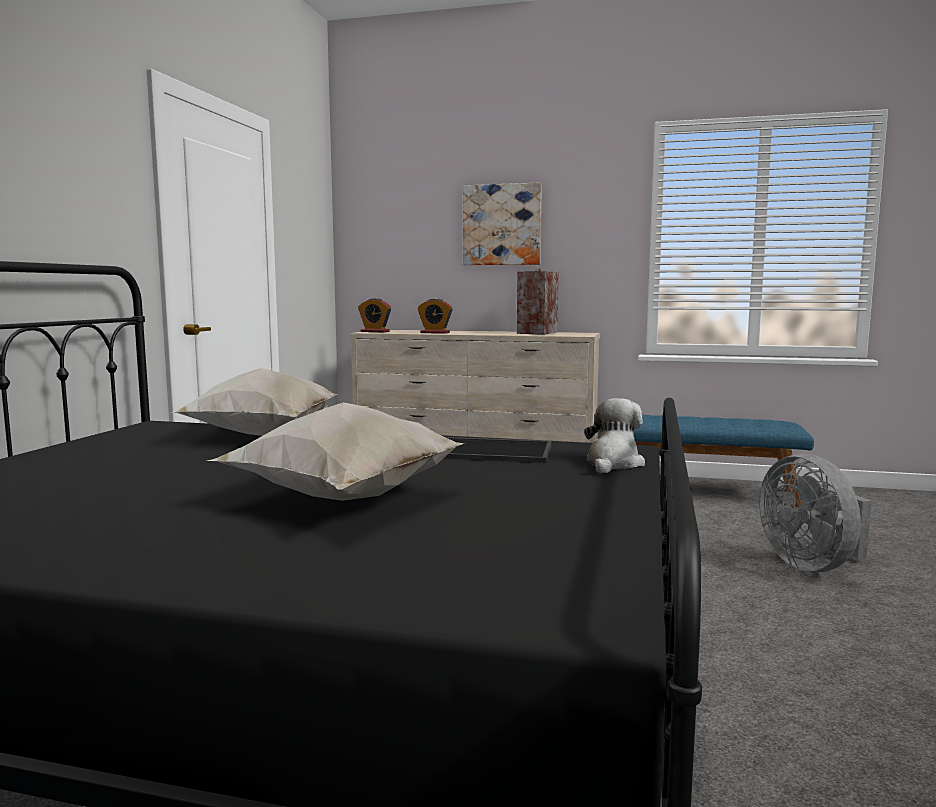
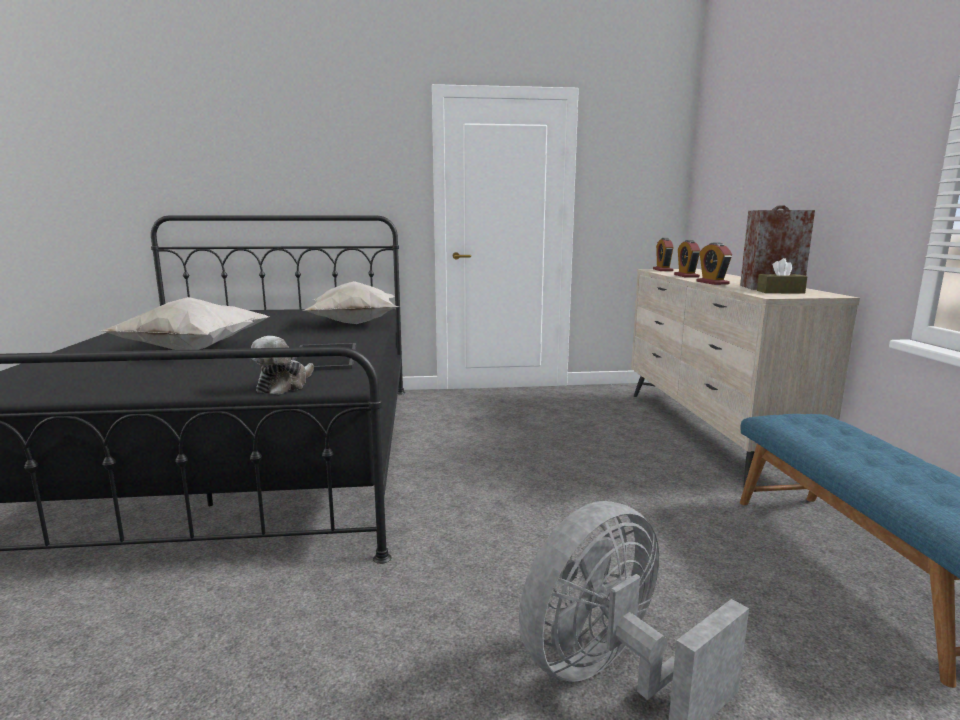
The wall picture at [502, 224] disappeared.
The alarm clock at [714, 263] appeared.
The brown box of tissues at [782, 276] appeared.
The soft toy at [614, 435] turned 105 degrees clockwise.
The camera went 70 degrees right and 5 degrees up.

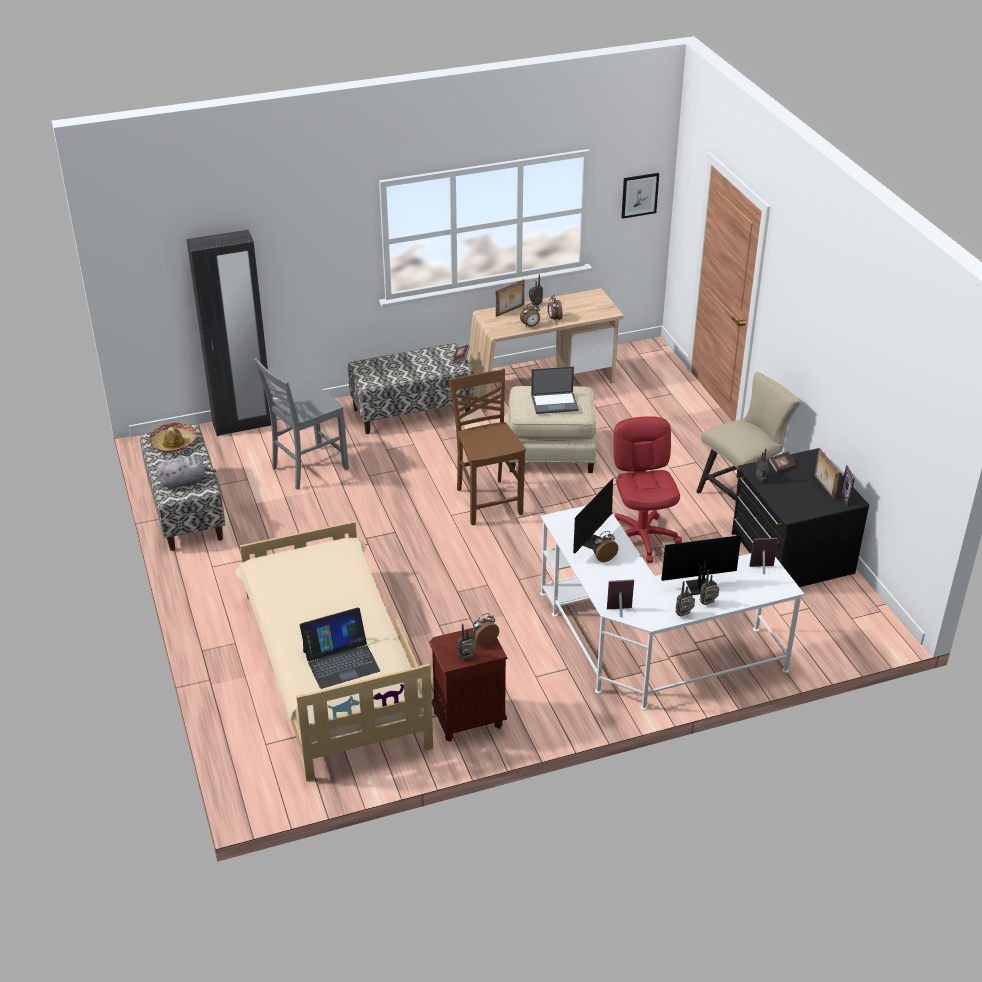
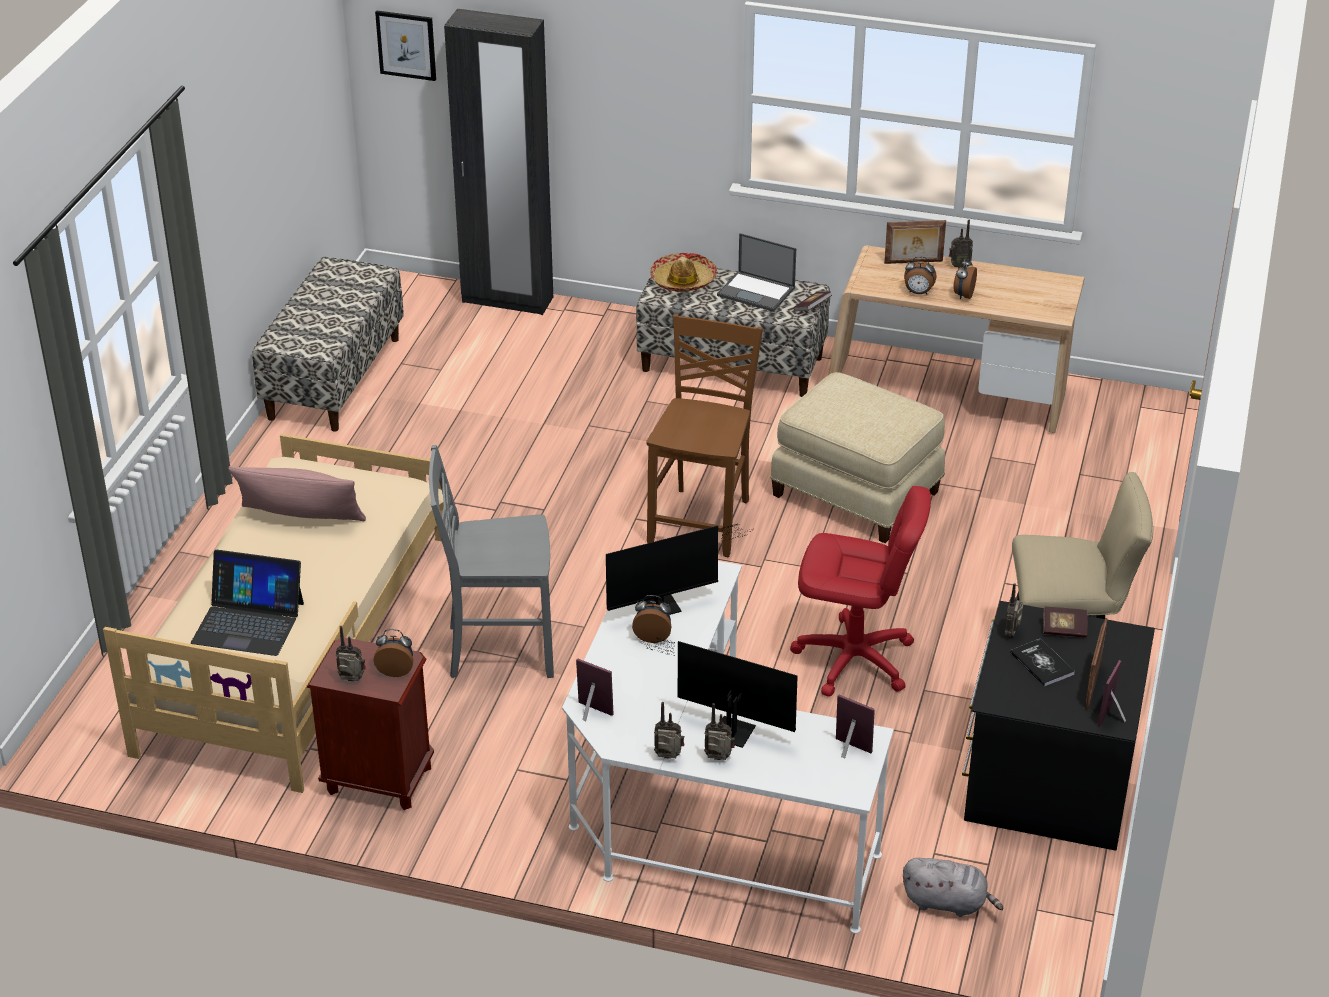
The pinkish cushion at [297, 493] appeared.
The volume at [1042, 662] appeared.
The hat moved from [173, 438] to [683, 272].
The greyish soft toy moved from [186, 473] to [953, 887].
The greyish plain chair moved from [301, 424] to [491, 561].
The laptop moved from [554, 390] to [756, 272].
The wall picture moved from [640, 196] to [405, 45].
The red-coloured computer chair at [648, 489] turned 75 degrees clockwise.
The camera went 35 degrees right and 0 degrees up.

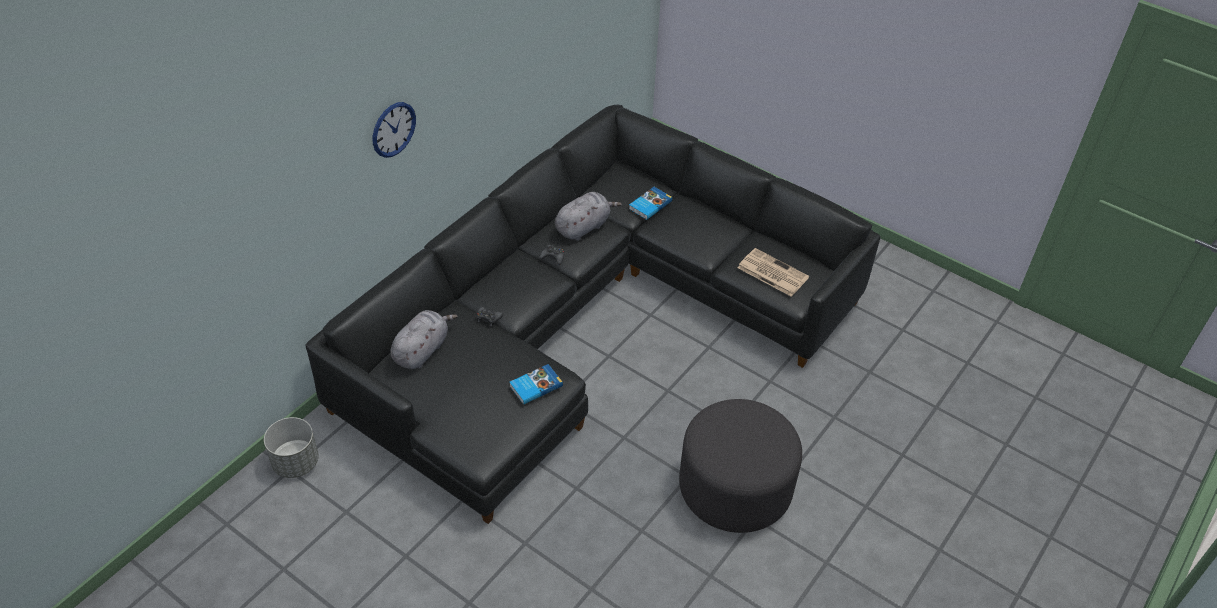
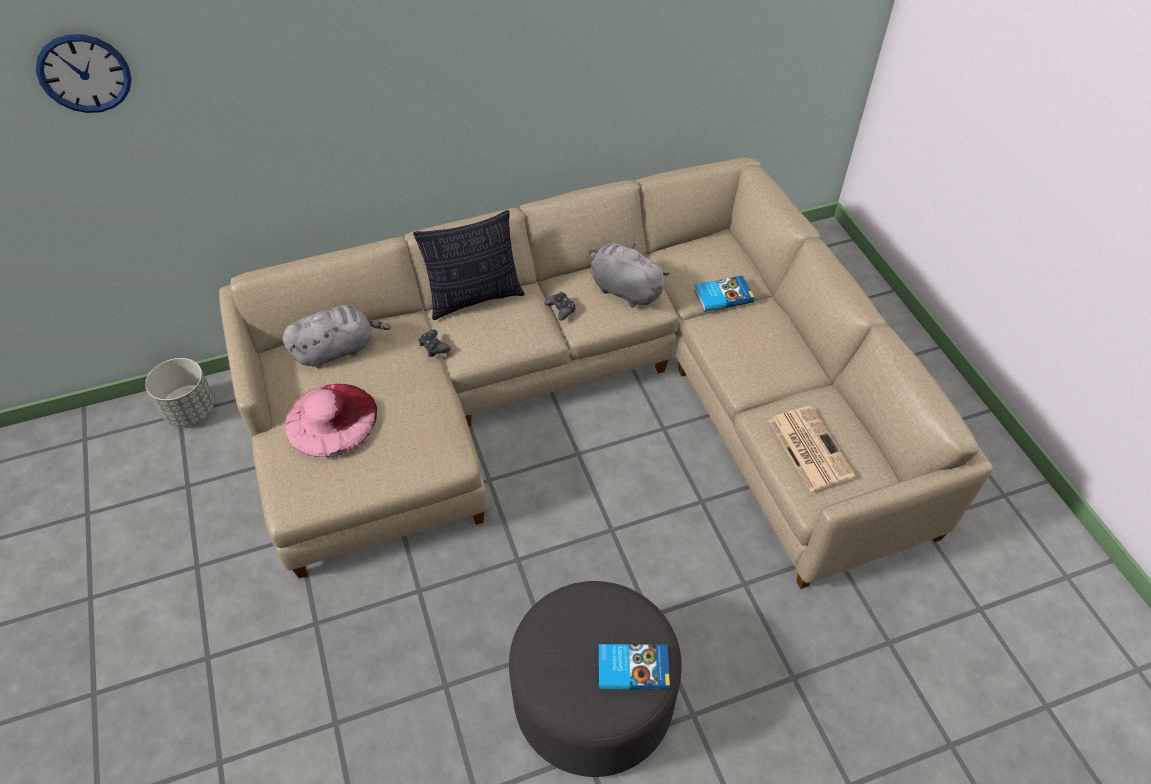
The pinkish hat at [331, 420] appeared.
The cushion at [468, 265] appeared.
The wall clock moved from [394, 130] to [84, 73].
The volume moved from [536, 384] to [634, 667].
The blackish couch at [593, 314] became the beige couch at [606, 373].
The greyish soft toy at [588, 216] turned 135 degrees counterclockwise.
The camera went 35 degrees right and 5 degrees up.

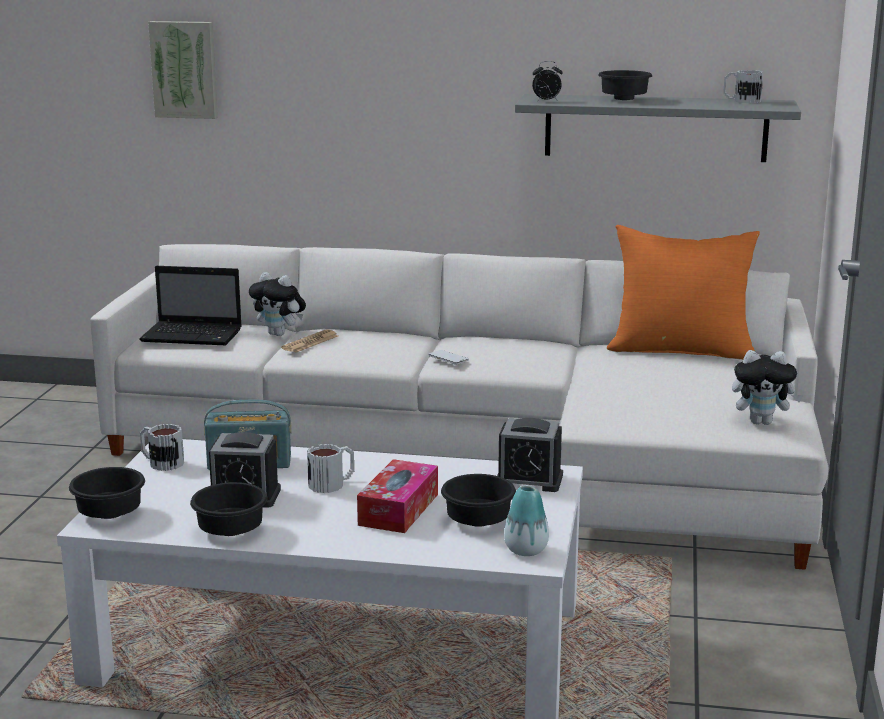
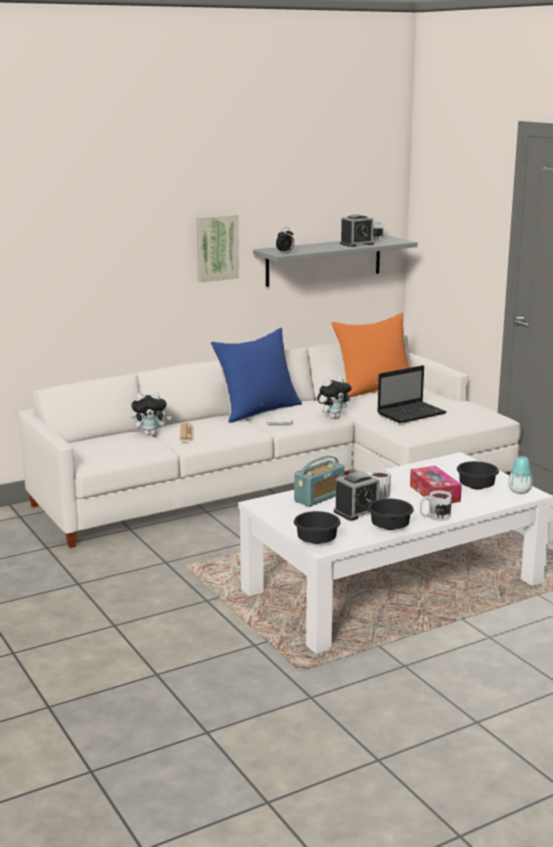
The blackish bowl at [625, 85] disappeared.
The bluish cushion at [256, 375] appeared.
The laptop moved from [190, 305] to [412, 394].
The mug moved from [162, 447] to [436, 505].
The wall picture moved from [183, 70] to [217, 248].
The alarm clock moved from [530, 455] to [357, 230].
The soft toy moved from [767, 387] to [334, 397].
The camera went 40 degrees left and 0 degrees up.

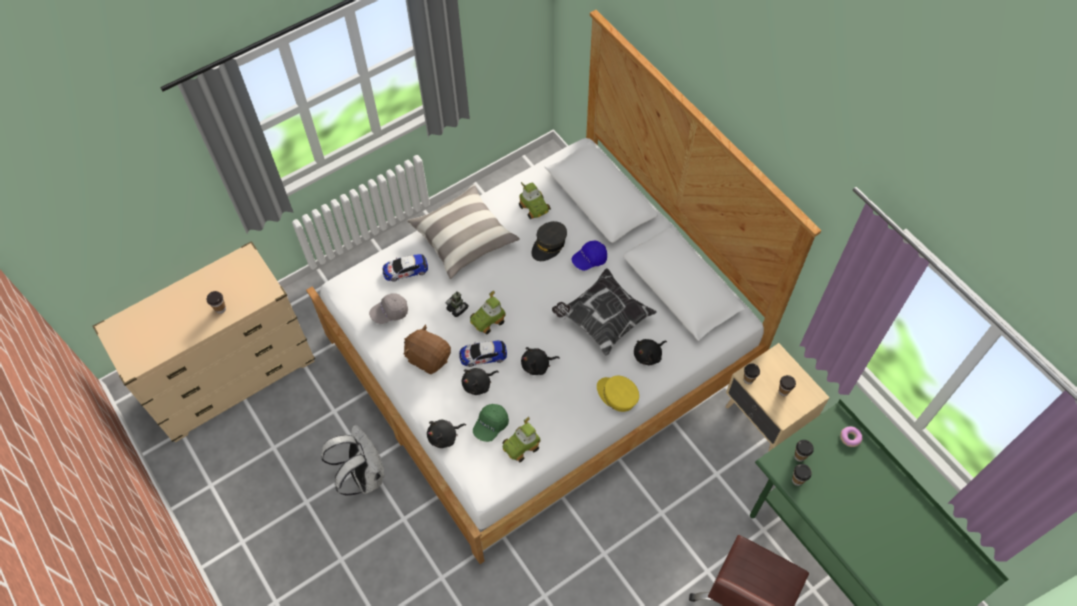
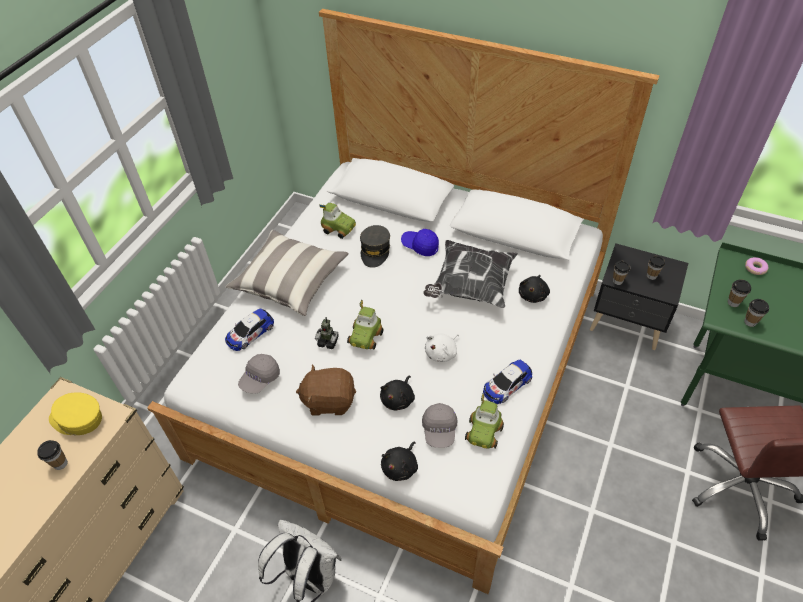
The toy car moved from [483, 353] to [507, 382].
The yellow-coloured peaked cap moved from [618, 394] to [75, 414].
The green-coloured peaked cap at [491, 423] became the greyish peaked cap at [439, 425].
The blackish soft toy at [540, 361] became the whitish soft toy at [442, 348].
The beige nightstand at [778, 397] became the blackish nightstand at [639, 296].
The bluish peaked cap at [589, 255] turned 90 degrees clockwise.
The camera went 30 degrees left and 10 degrees down.

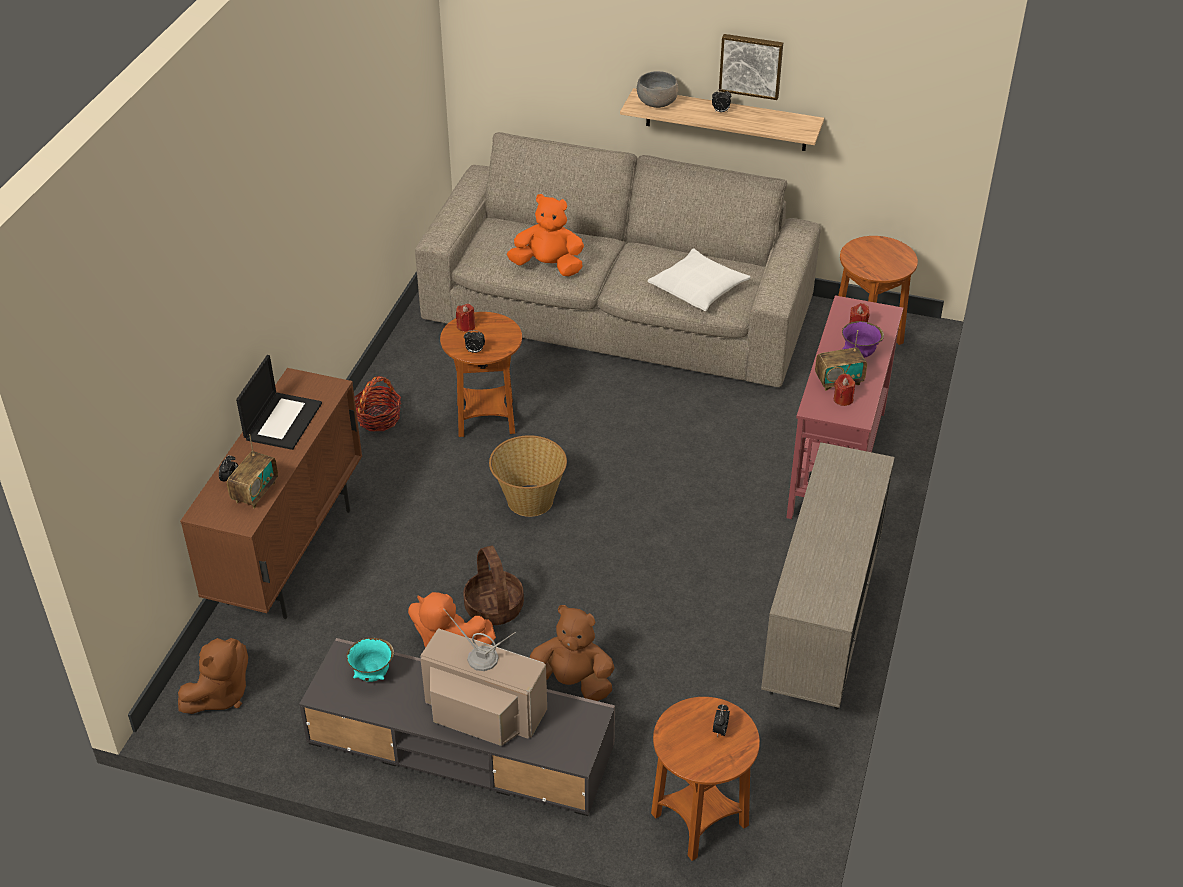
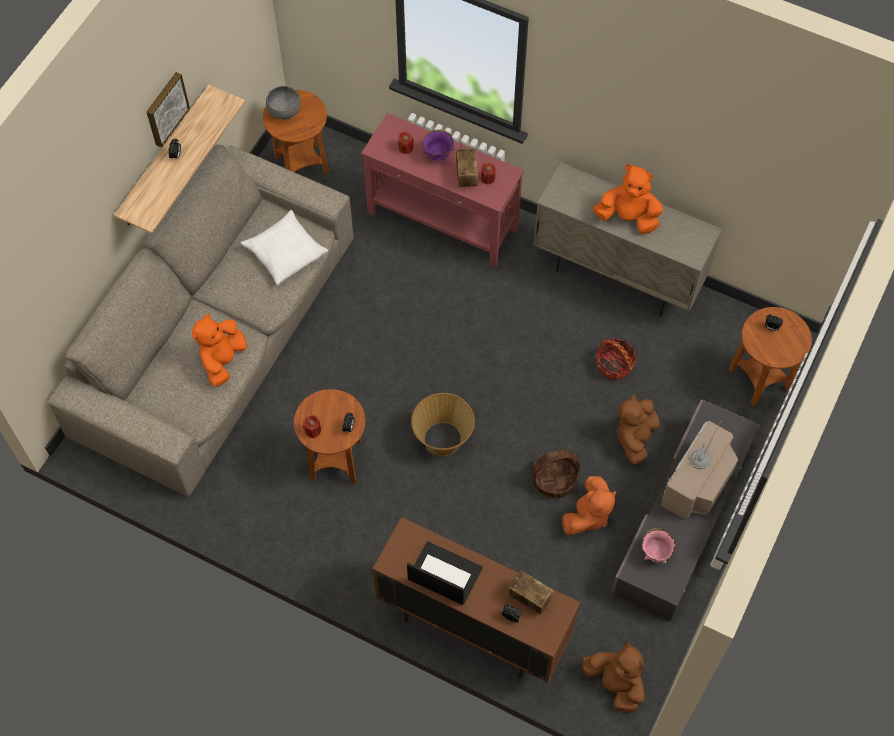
The orangey soft toy at [628, 199] appeared.
The household basket moved from [377, 403] to [616, 359].
The greyish bowl moved from [658, 89] to [283, 103].
The blue-green bowl at [370, 660] became the pinkish bowl at [659, 545].
The camera went 80 degrees left and 20 degrees up.

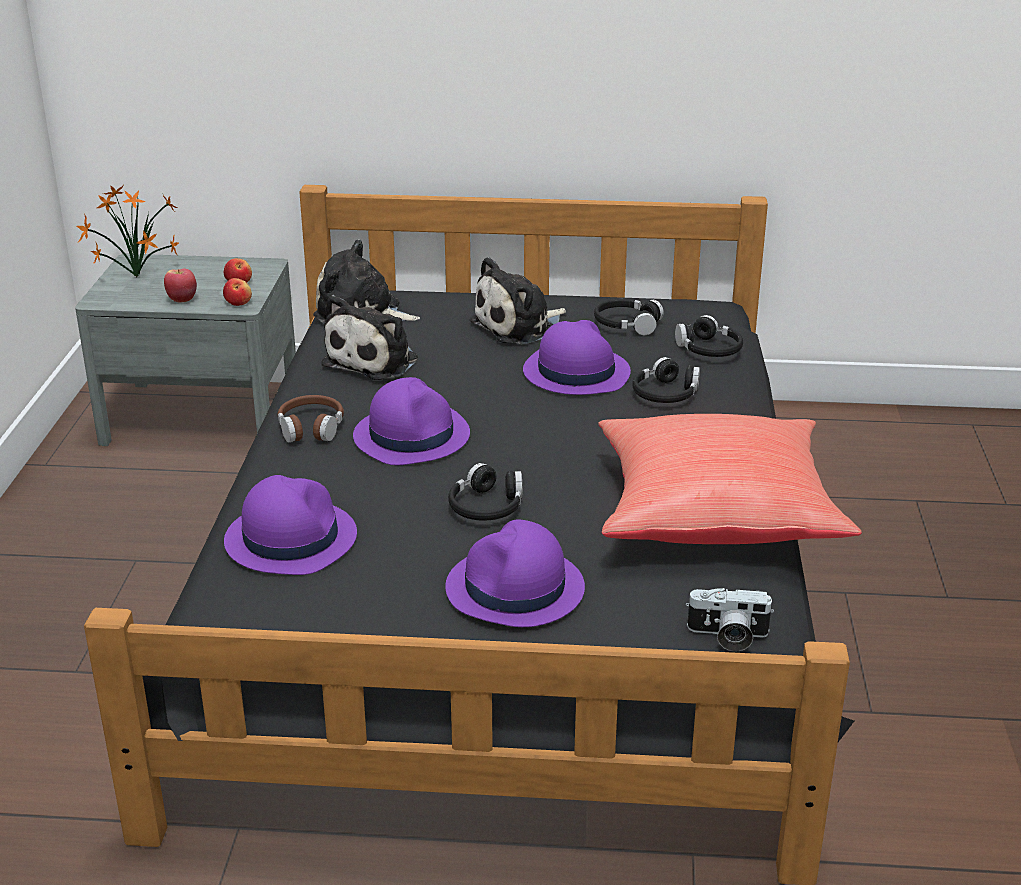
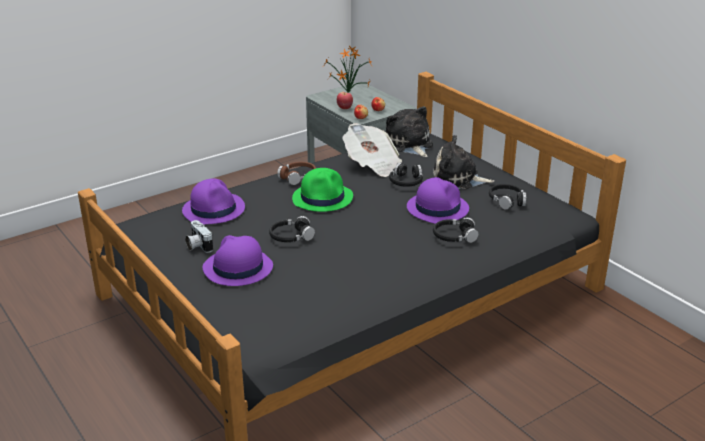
The red-coloured cushion at [730, 479] disappeared.
The blackish headset moved from [709, 336] to [406, 175].
The photo camera moved from [730, 620] to [199, 236].
The soft toy at [369, 337] was replaced by the daily paper at [372, 150].
The purple hat at [411, 421] became the green-coloured hat at [322, 190].
The camera went 50 degrees right and 0 degrees up.

